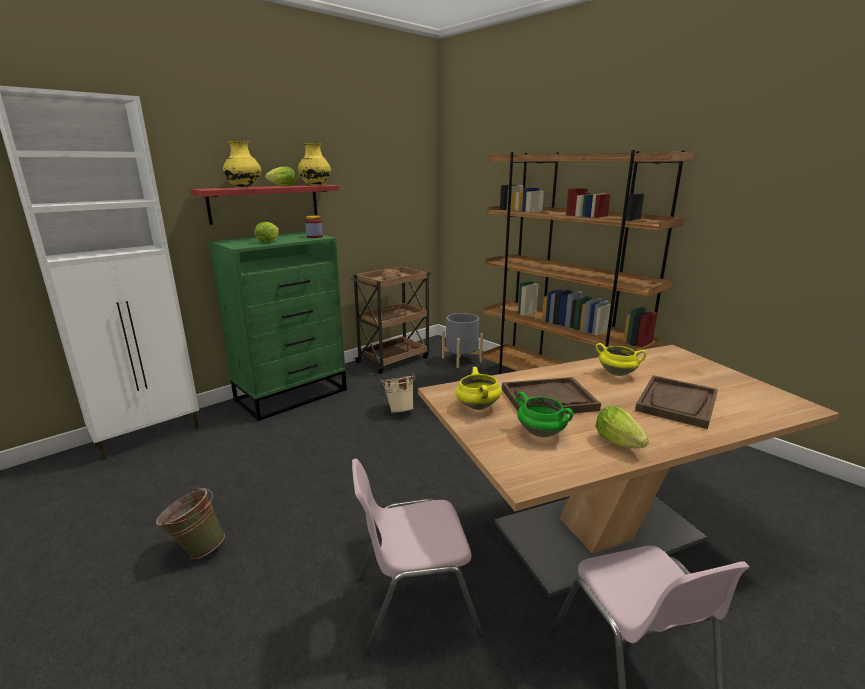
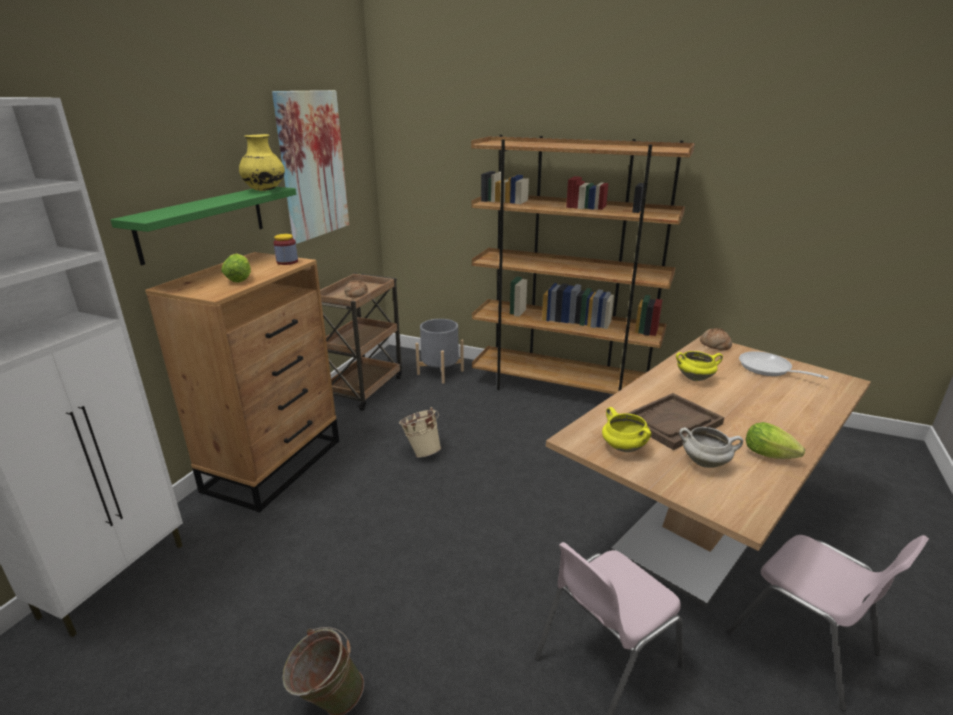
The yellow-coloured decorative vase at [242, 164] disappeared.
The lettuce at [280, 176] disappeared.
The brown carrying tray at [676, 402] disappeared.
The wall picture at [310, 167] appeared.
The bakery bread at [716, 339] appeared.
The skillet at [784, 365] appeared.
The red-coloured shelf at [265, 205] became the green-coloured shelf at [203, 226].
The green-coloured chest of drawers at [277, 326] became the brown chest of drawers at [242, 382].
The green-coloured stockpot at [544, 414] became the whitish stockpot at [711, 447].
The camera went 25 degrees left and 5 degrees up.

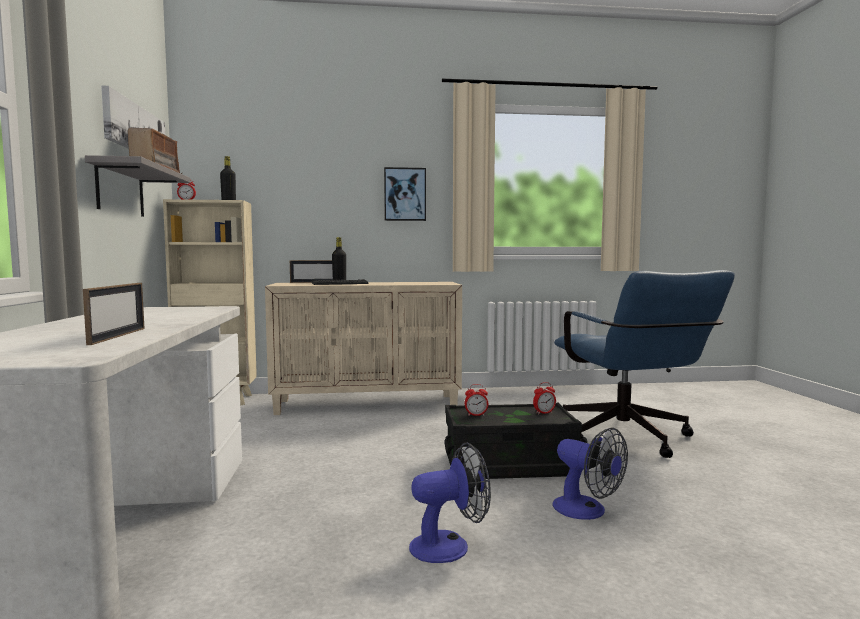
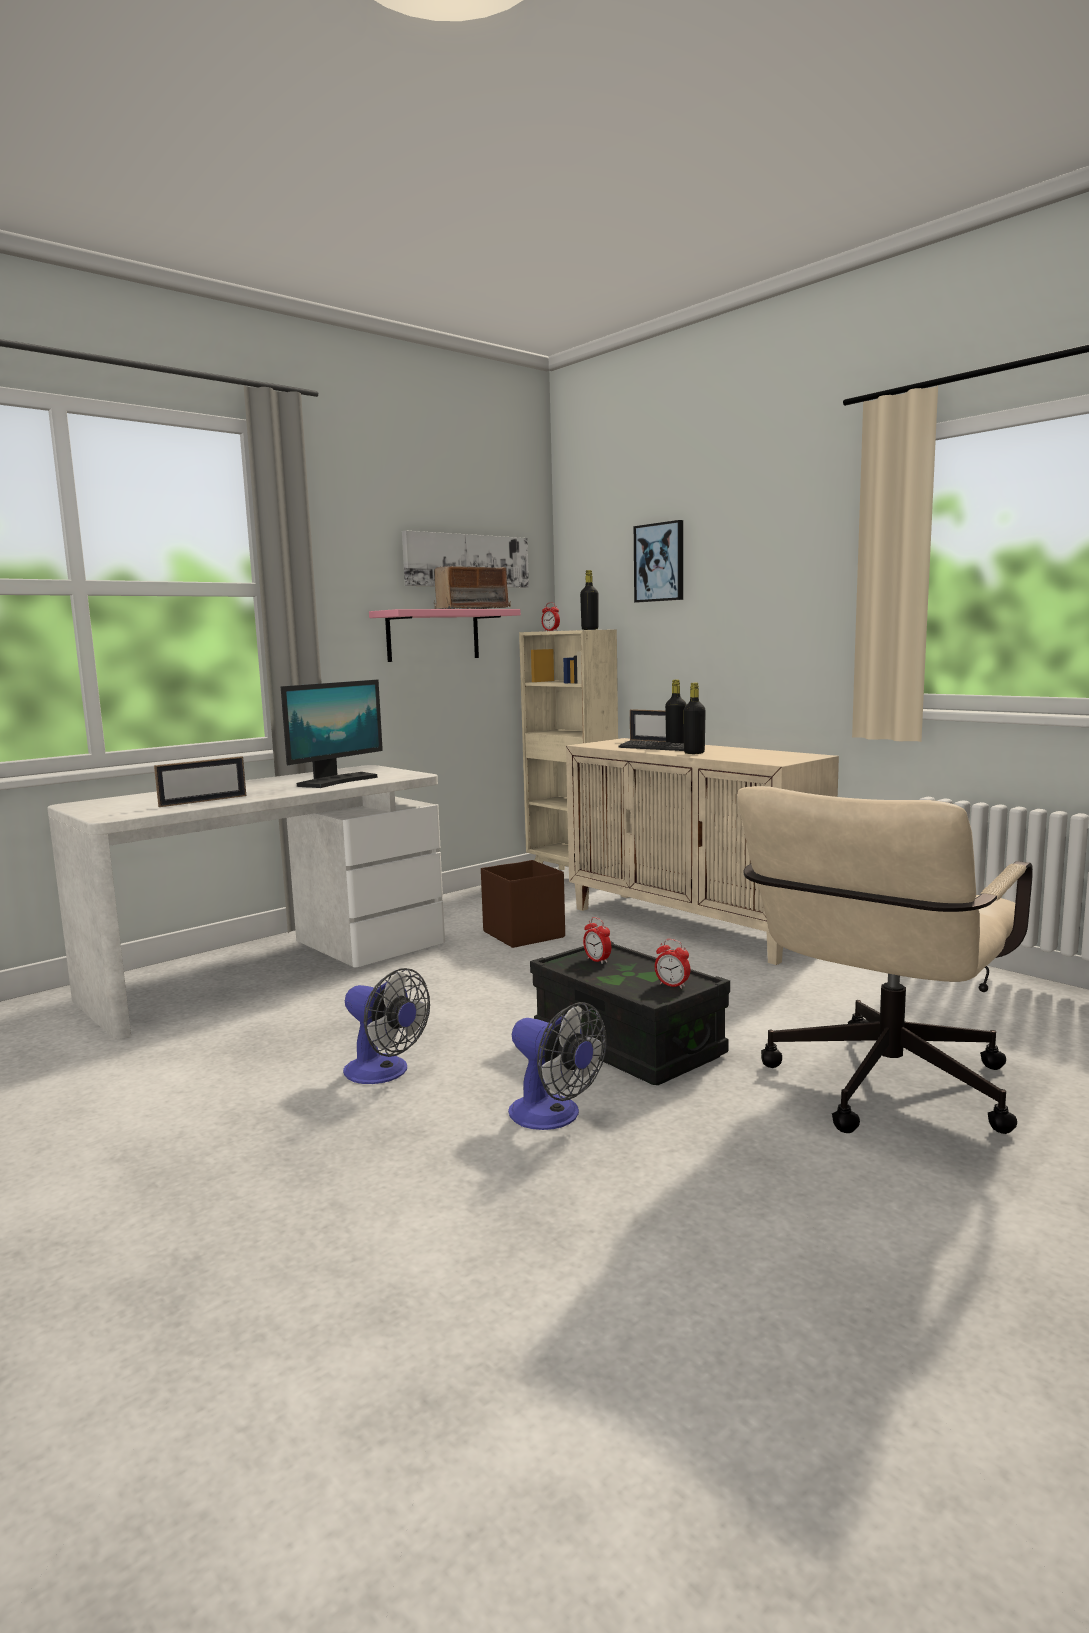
The computer display at [332, 734] appeared.
The brown storage container at [523, 904] appeared.
The blackish beverage bottle at [694, 718] appeared.
The wall picture moved from [405, 194] to [658, 561].
The greyish shelf at [137, 186] became the pinkish shelf at [445, 635].
The bluish computer chair at [644, 364] became the beige computer chair at [885, 960].
The fan at [590, 474] turned 60 degrees counterclockwise.
The camera went 55 degrees right and 5 degrees up.

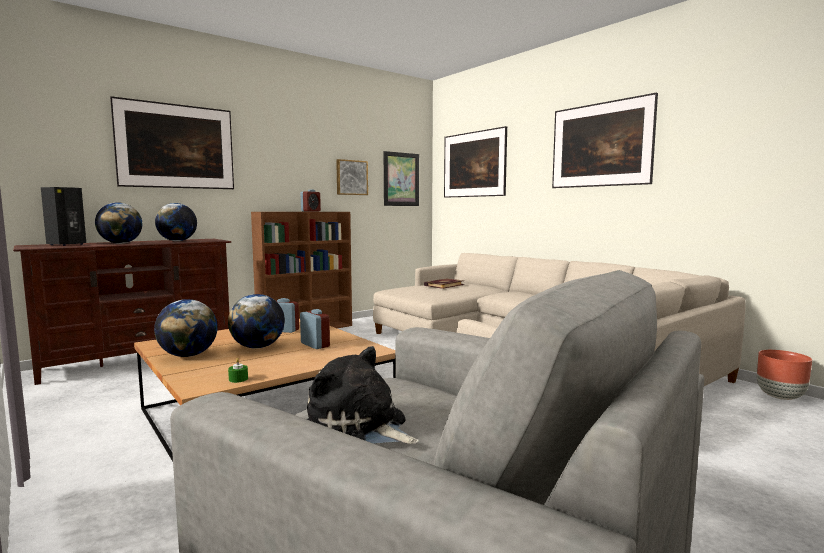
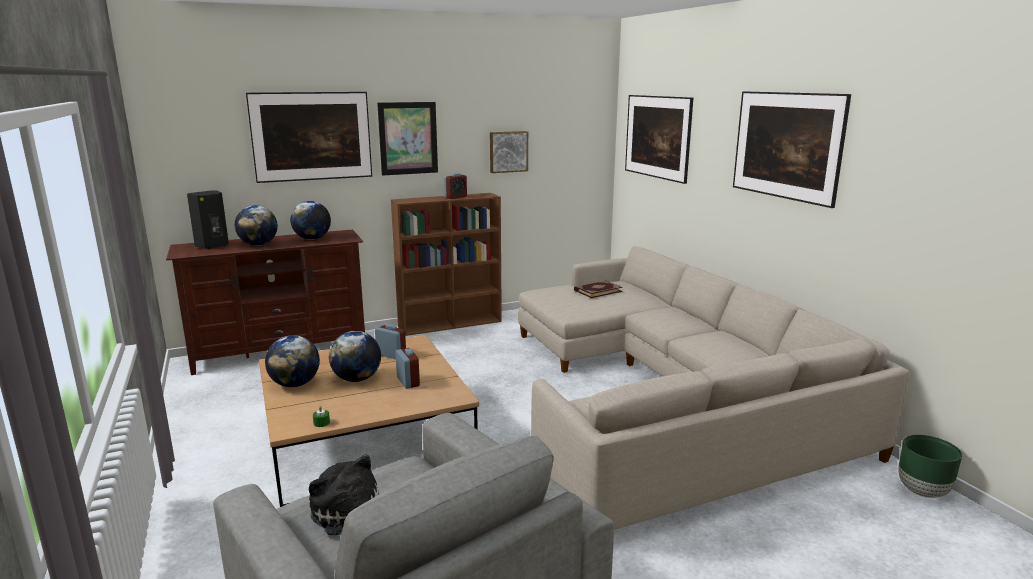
The wall picture moved from [401, 178] to [407, 139].
The brown planter at [784, 375] became the green-coloured planter at [930, 466].
The camera went 15 degrees right and 10 degrees up.

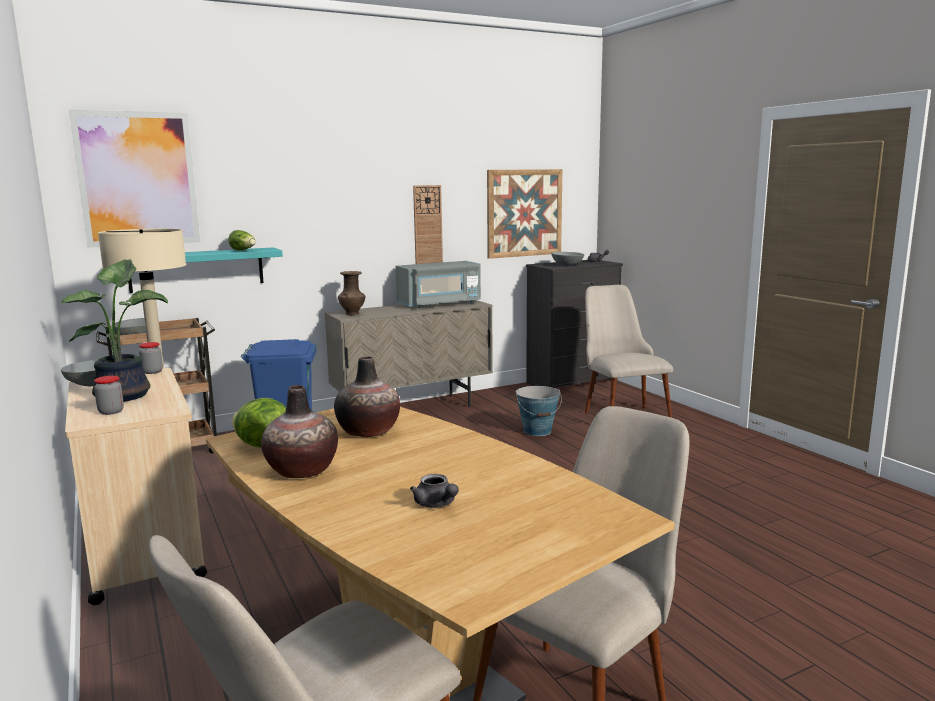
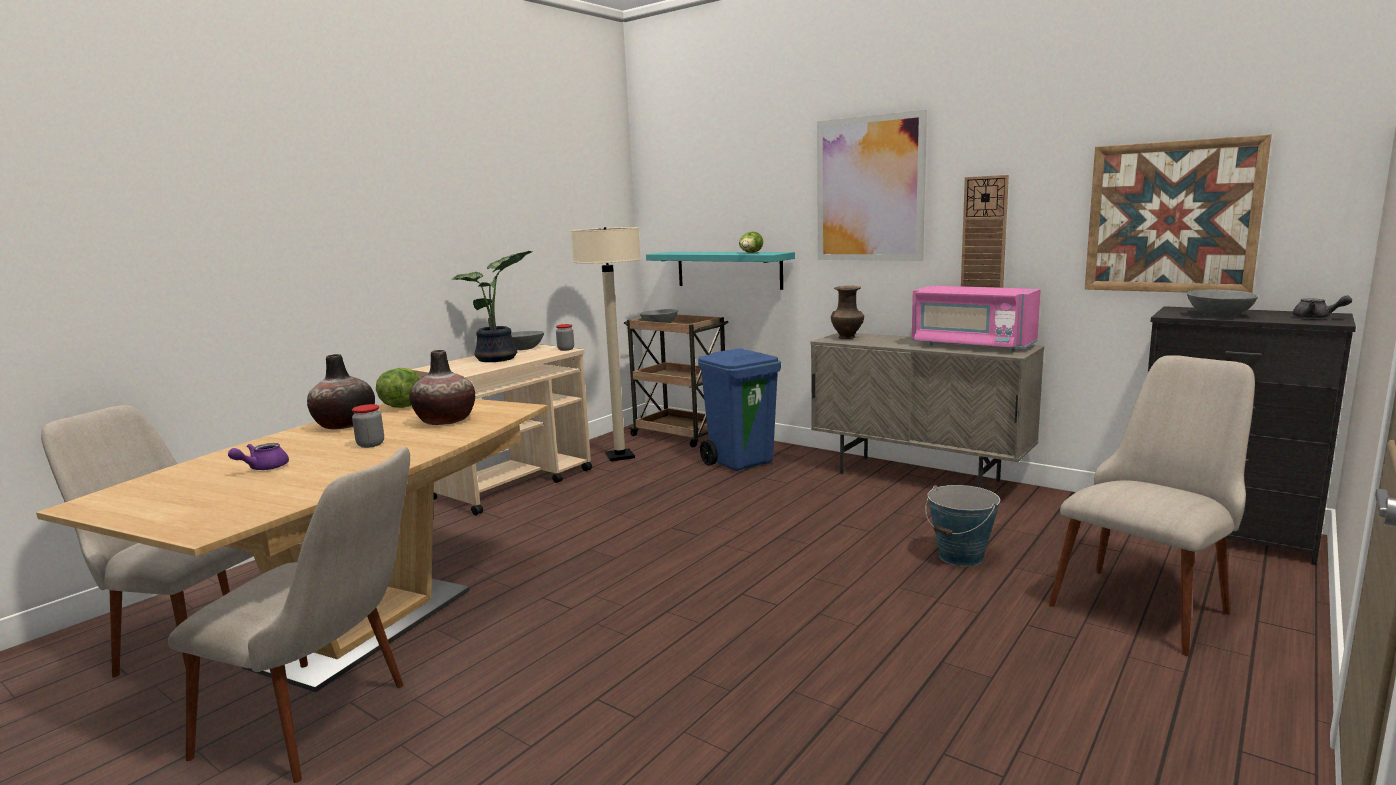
The wall picture moved from [134, 179] to [872, 185].
The jar moved from [109, 395] to [368, 426].
The greyish microwave oven at [438, 284] became the pinkish microwave oven at [976, 318].
The greyish tea pot at [434, 491] became the purple tea pot at [258, 456].
The camera went 65 degrees right and 0 degrees up.

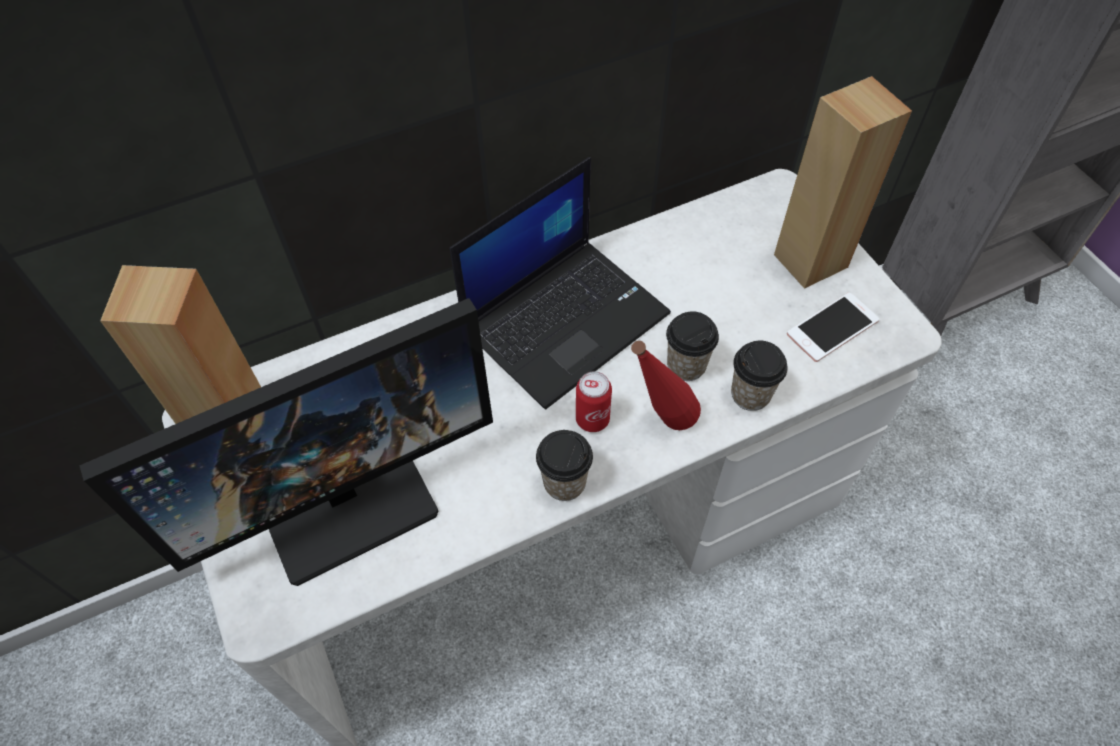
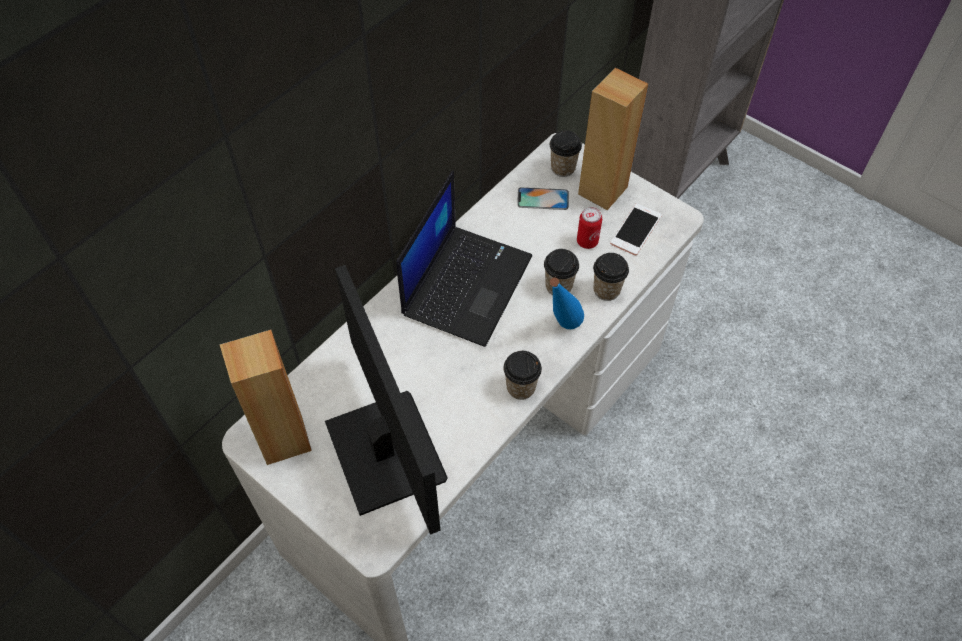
The telephone at [543, 198] appeared.
The small cup at [566, 153] appeared.
The can moved from [594, 401] to [589, 228].
The red-coloured beverage bottle at [666, 385] became the bluish beverage bottle at [567, 303].
The computer display at [286, 442] turned 60 degrees counterclockwise.
The camera went 25 degrees left and 0 degrees up.

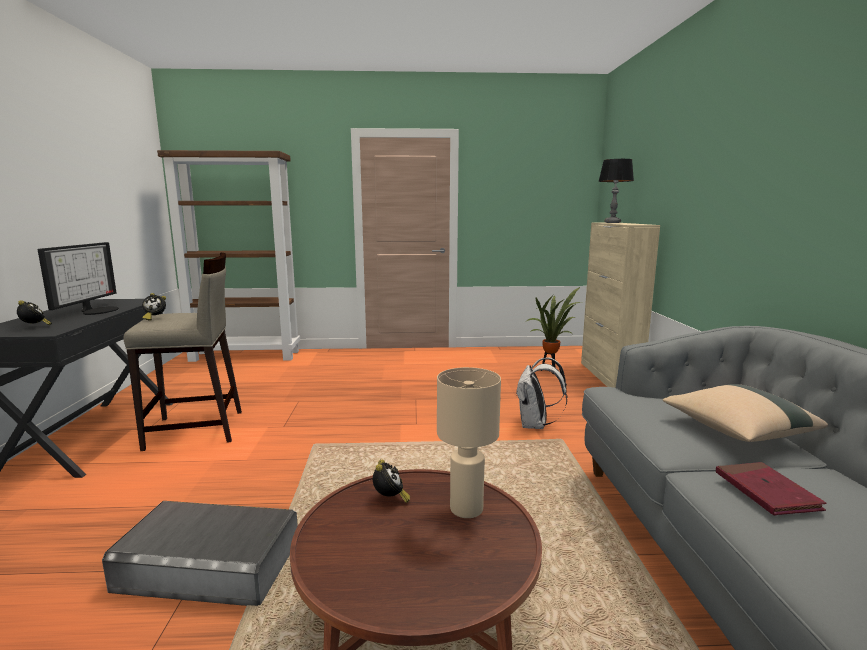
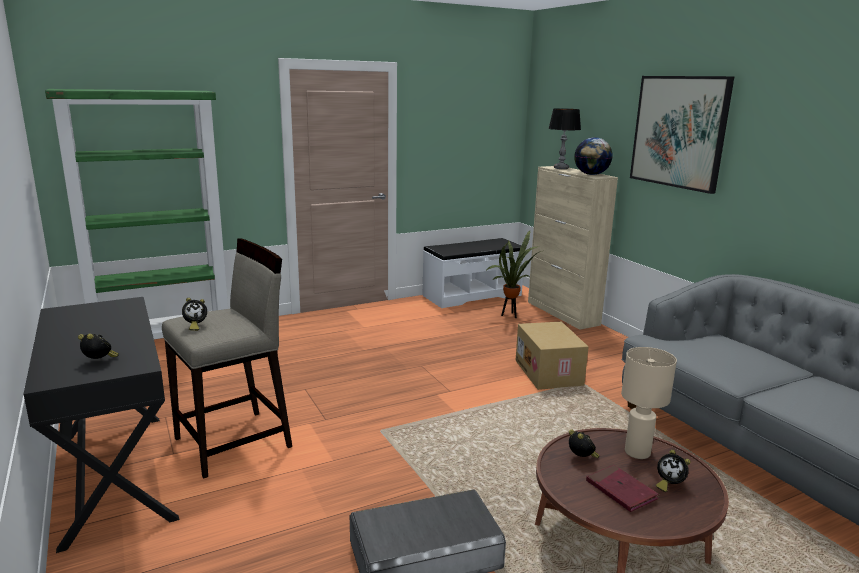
The computer display at [78, 278] disappeared.
The beige cushion at [745, 413] disappeared.
The whitish bench at [473, 273] appeared.
The desk globe at [593, 156] appeared.
The wall picture at [682, 135] appeared.
The alarm clock at [673, 471] appeared.
The red-coloured volume moved from [771, 488] to [622, 488].
The whitish knapsack at [542, 393] was replaced by the cardboard box at [552, 356].
The brown bookcase at [228, 256] became the green-coloured bookcase at [136, 214].
The camera went 25 degrees left and 5 degrees up.

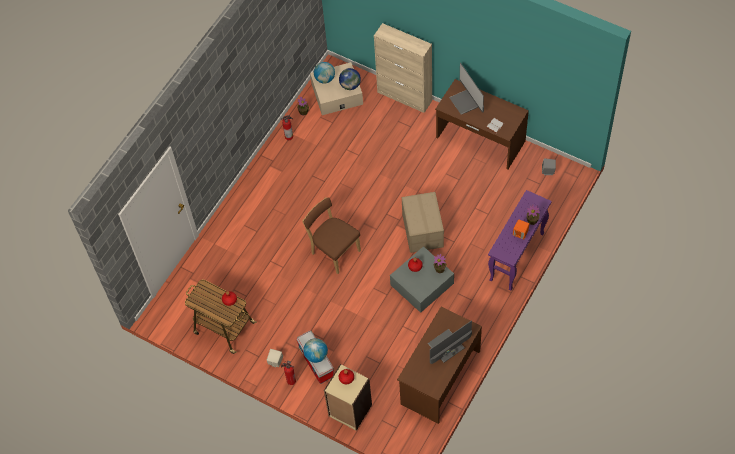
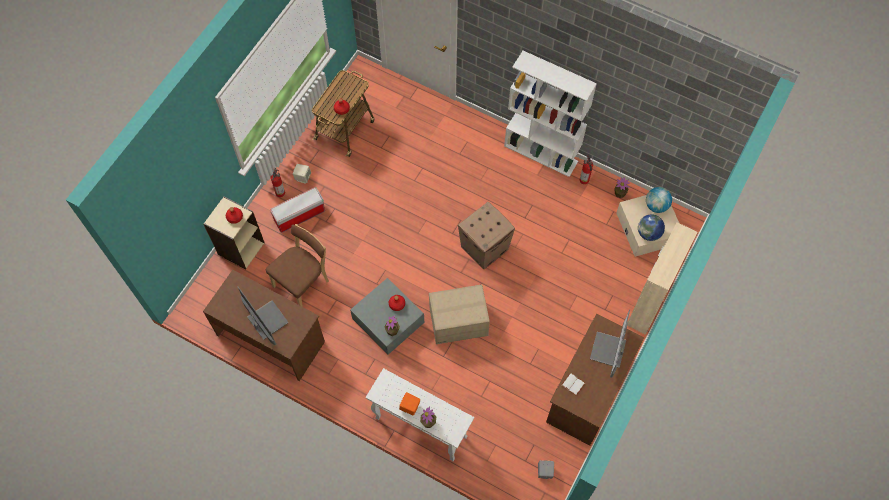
The desk globe at [315, 350] disappeared.
The cardboard box at [486, 235] appeared.
The whitish bookcase at [550, 114] appeared.
The brown plain chair moved from [331, 235] to [297, 265].
The purple hall table at [520, 240] became the whitish hall table at [420, 414].
The computer display at [466, 89] turned 45 degrees counterclockwise.
The camera went 85 degrees right and 5 degrees up.

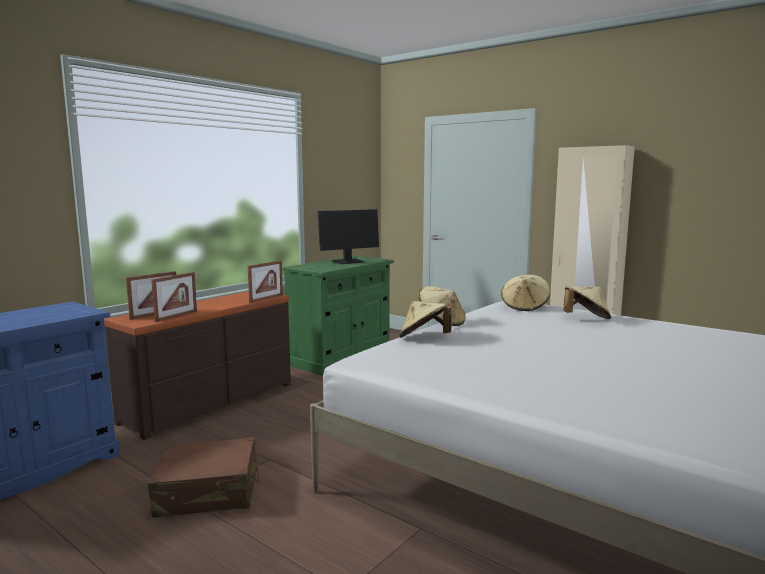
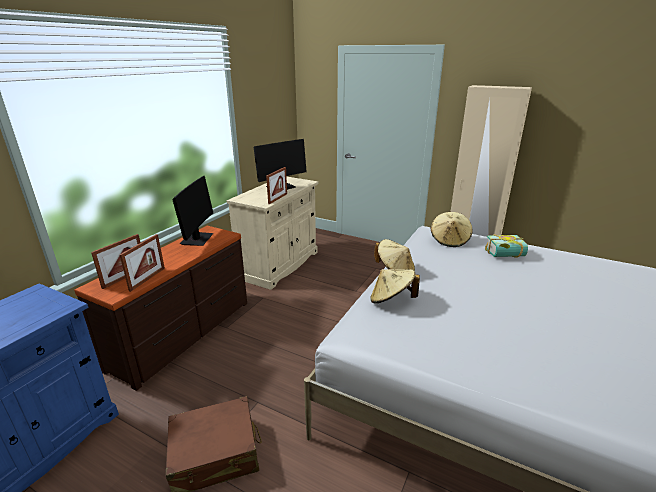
The computer display at [192, 211] appeared.
The picture frame moved from [265, 281] to [276, 185].
The beige hat at [587, 302] was replaced by the volume at [506, 246].
The green-coloured cabinet at [338, 316] became the beige cabinet at [273, 233].
The camera went 10 degrees left and 15 degrees up.

